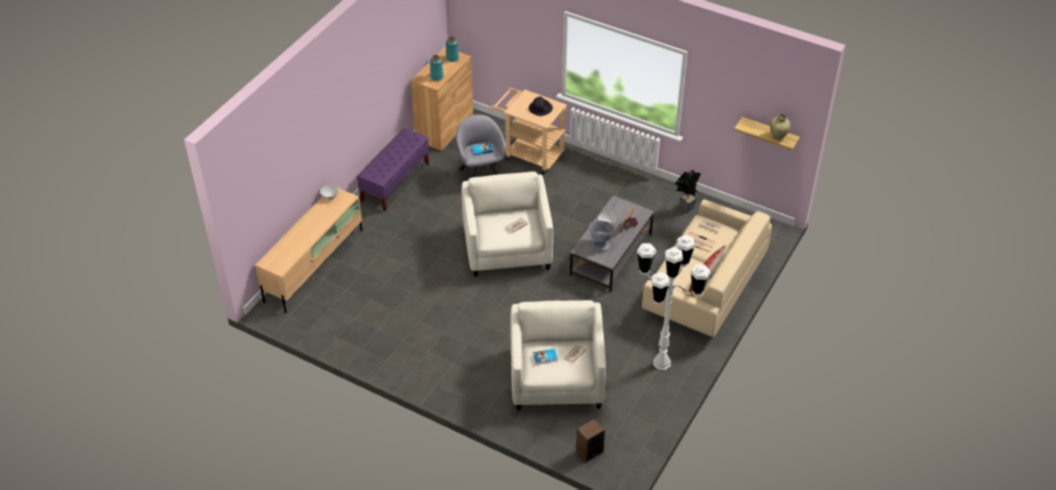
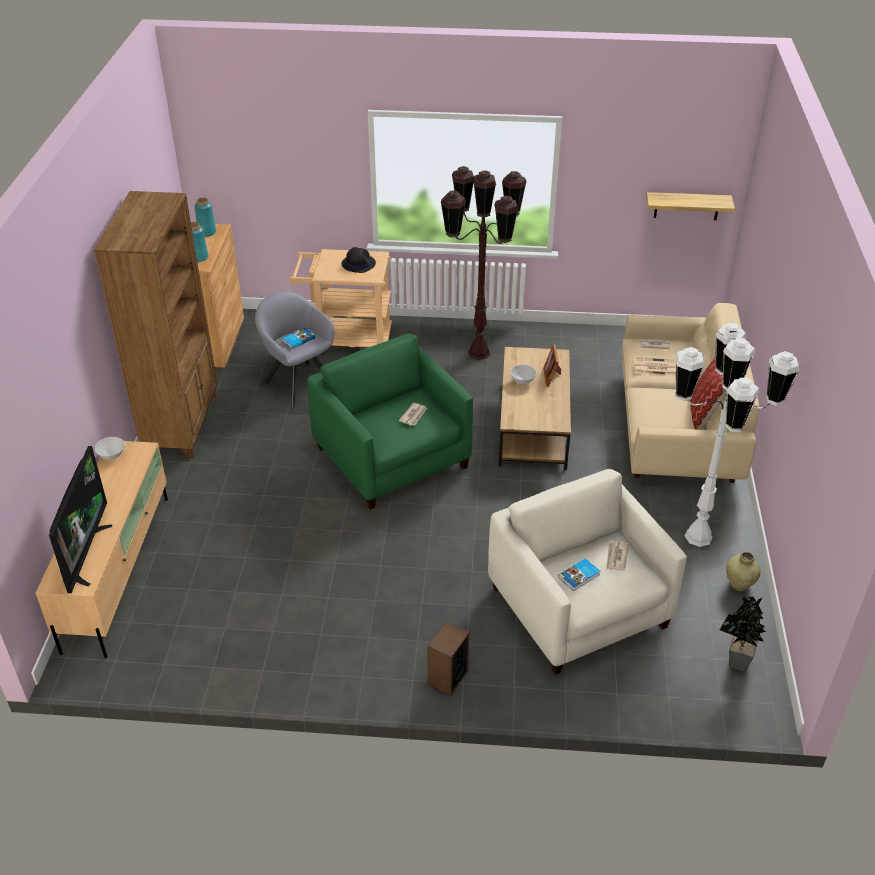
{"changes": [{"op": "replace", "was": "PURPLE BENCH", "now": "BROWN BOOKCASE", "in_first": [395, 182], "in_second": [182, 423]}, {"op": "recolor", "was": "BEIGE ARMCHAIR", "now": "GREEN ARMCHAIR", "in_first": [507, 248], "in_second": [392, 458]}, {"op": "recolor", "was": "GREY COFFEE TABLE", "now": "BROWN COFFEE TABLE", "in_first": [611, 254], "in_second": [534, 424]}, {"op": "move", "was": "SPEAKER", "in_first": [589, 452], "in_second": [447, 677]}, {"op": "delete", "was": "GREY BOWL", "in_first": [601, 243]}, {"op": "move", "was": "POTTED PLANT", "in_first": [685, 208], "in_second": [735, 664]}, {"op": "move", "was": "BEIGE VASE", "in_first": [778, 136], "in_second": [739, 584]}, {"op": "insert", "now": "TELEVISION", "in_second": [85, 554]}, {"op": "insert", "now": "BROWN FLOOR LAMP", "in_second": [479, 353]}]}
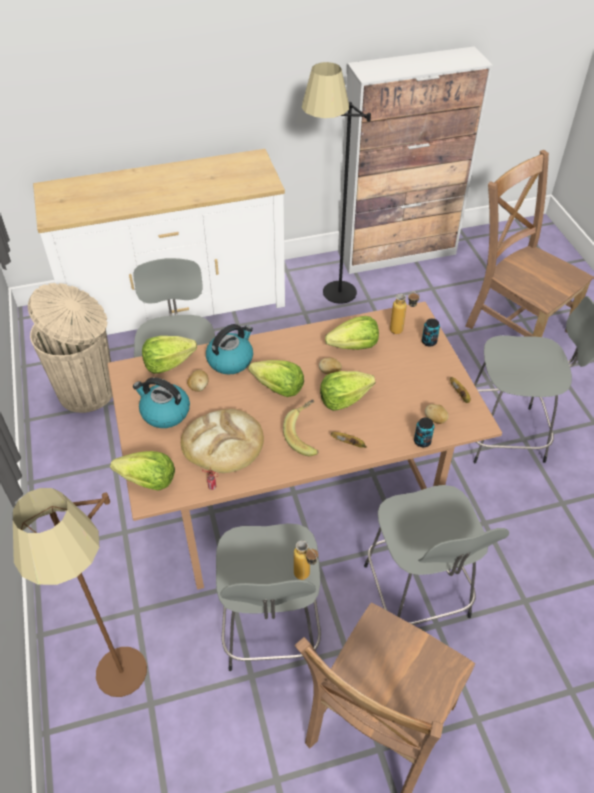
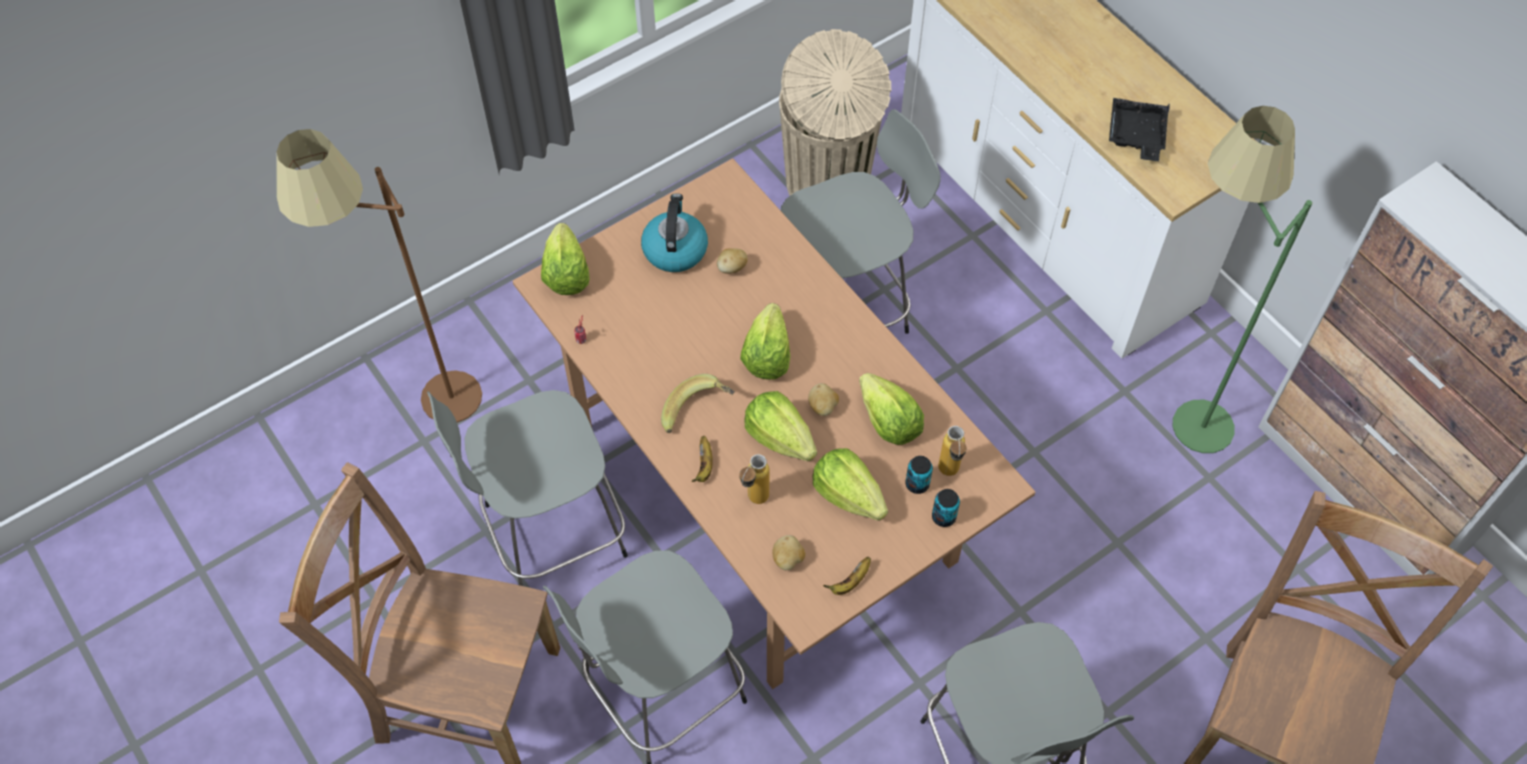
{"changes": [{"op": "move", "was": "LETTUCE", "in_first": [168, 363], "in_second": [848, 495]}, {"op": "delete", "was": "BREAD", "in_first": [223, 443]}, {"op": "delete", "was": "KETTLE", "in_first": [230, 360]}, {"op": "move", "was": "BOTTLE", "in_first": [306, 578], "in_second": [753, 502]}, {"op": "recolor", "was": "BLACK FLOOR LAMP", "now": "GREEN FLOOR LAMP", "in_first": [329, 300], "in_second": [1175, 417]}, {"op": "move", "was": "CAN", "in_first": [422, 441], "in_second": [917, 484]}, {"op": "insert", "now": "BLACK TRAY", "in_second": [1136, 136]}]}
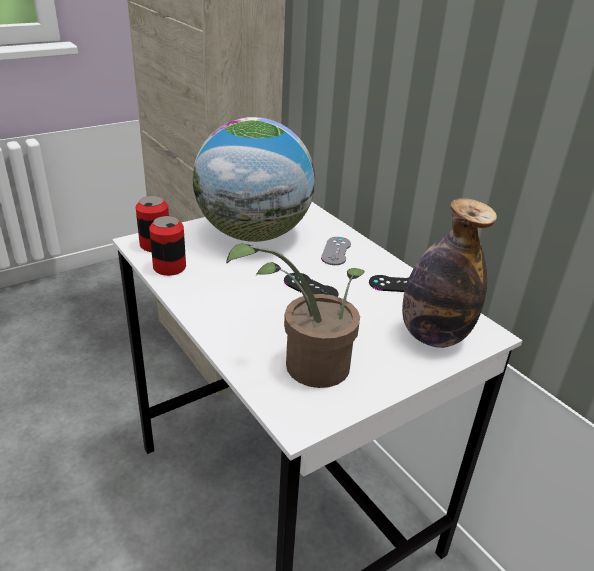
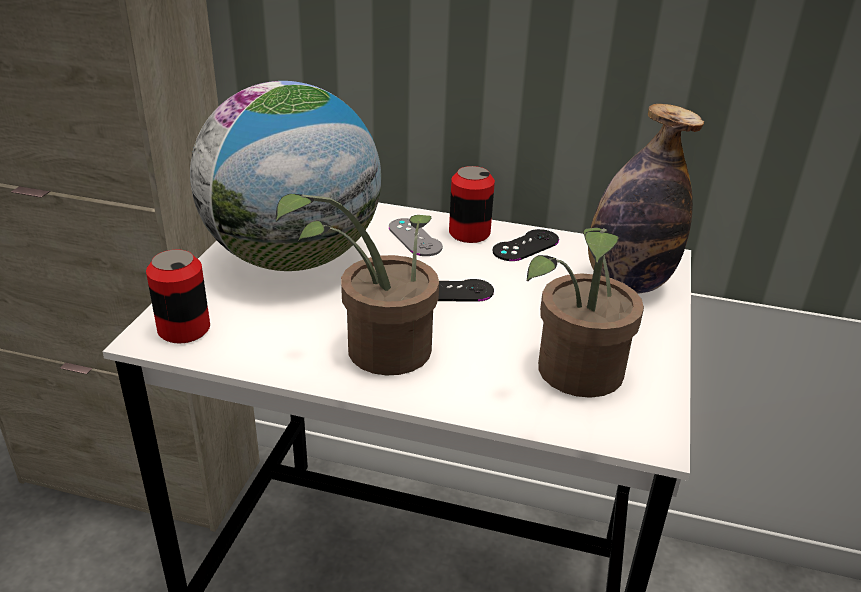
{"changes": [{"op": "move", "was": "CAN", "in_first": [169, 267], "in_second": [469, 233]}, {"op": "insert", "now": "POTTED PLANT", "in_second": [377, 354]}]}
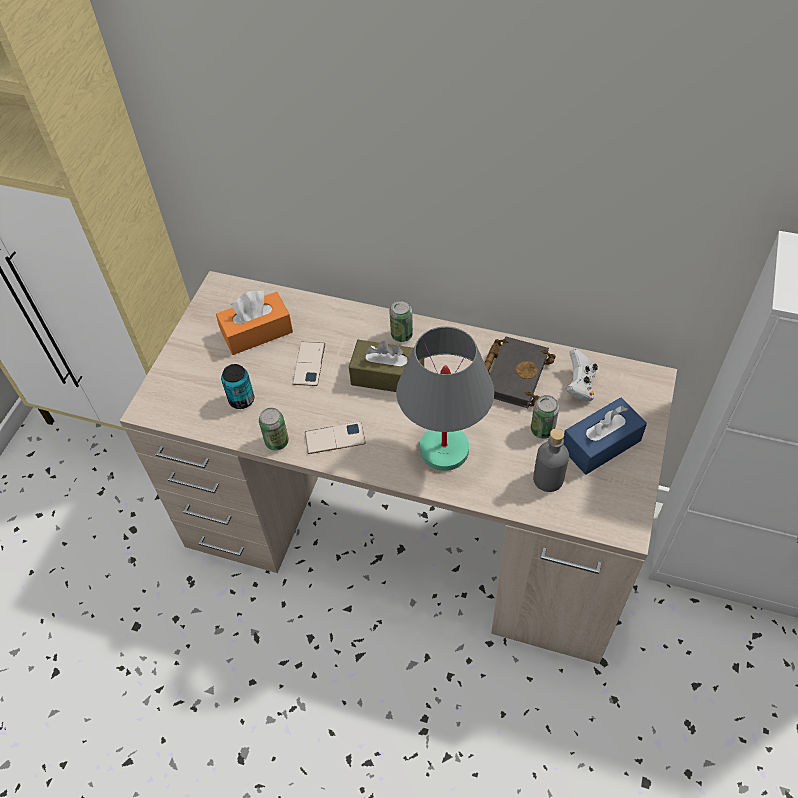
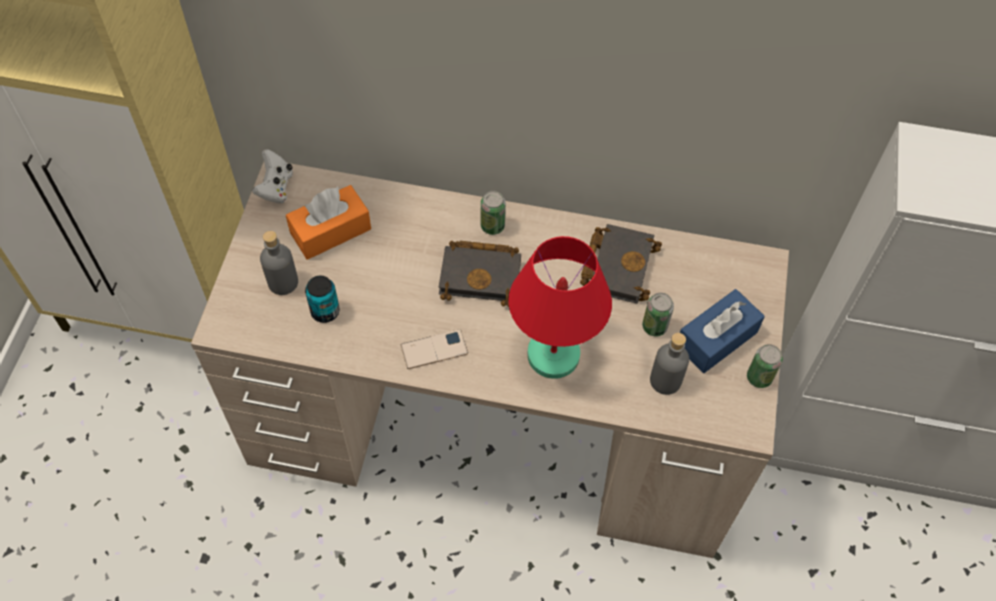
{"changes": [{"op": "move", "was": "CAN", "in_first": [277, 442], "in_second": [759, 377]}, {"op": "delete", "was": "PHONE", "in_first": [309, 364]}, {"op": "replace", "was": "BROWN TISSUE BOX", "now": "BLACK BOOK", "in_first": [387, 376], "in_second": [482, 275]}, {"op": "recolor", "was": "GREY TABLE LAMP", "now": "RED TABLE LAMP", "in_first": [445, 450], "in_second": [554, 355]}, {"op": "move", "was": "WHITE GAME CONTROLLER", "in_first": [579, 386], "in_second": [276, 188]}, {"op": "insert", "now": "GREY BOTTLE", "in_second": [283, 282]}]}
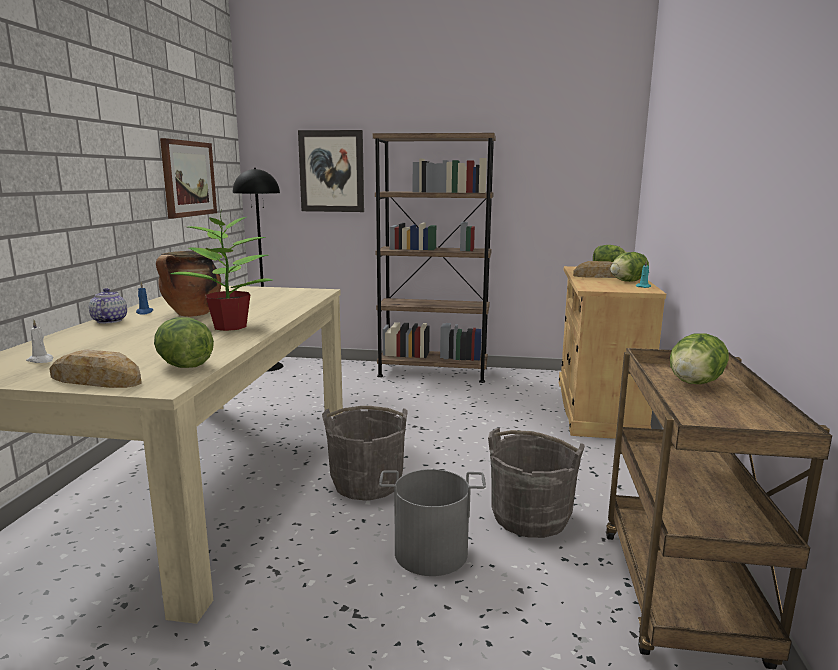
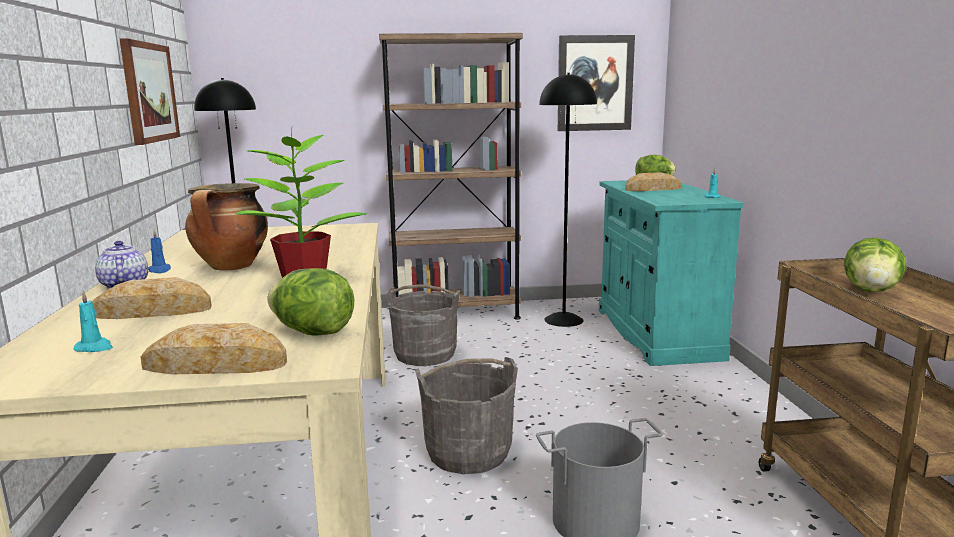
{"changes": [{"op": "recolor", "was": "WHITE CANDLE", "now": "TURQUOISE CANDLE", "in_first": [41, 360], "in_second": [94, 348]}, {"op": "move", "was": "PICTURE", "in_first": [331, 171], "in_second": [595, 83]}, {"op": "move", "was": "GREY BUCKET", "in_first": [530, 517], "in_second": [425, 355]}, {"op": "recolor", "was": "BEIGE CABINET", "now": "TURQUOISE CABINET", "in_first": [597, 408], "in_second": [656, 333]}, {"op": "delete", "was": "LETTUCE", "in_first": [627, 281]}, {"op": "insert", "now": "BREAD", "in_second": [152, 311]}, {"op": "insert", "now": "BLACK FLOOR LAMP", "in_second": [564, 320]}]}
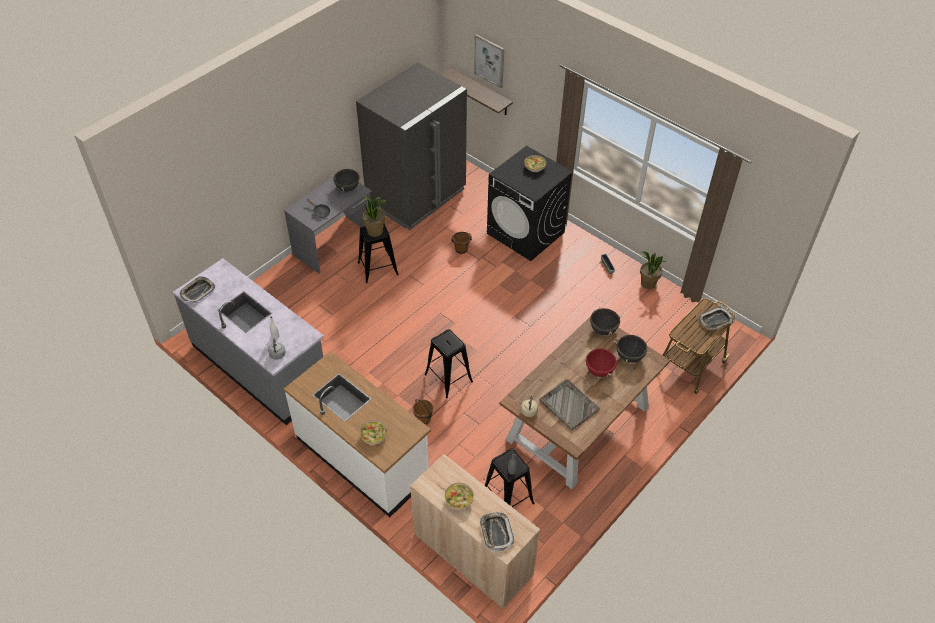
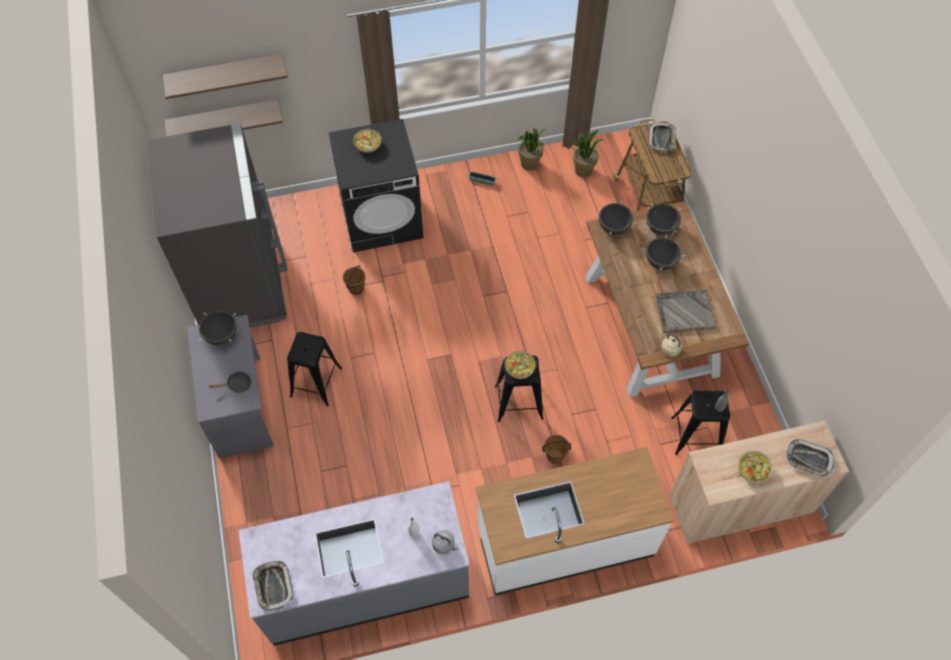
{"changes": [{"op": "move", "was": "BOWL", "in_first": [374, 435], "in_second": [519, 368]}, {"op": "move", "was": "POTTED PLANT", "in_first": [375, 231], "in_second": [583, 170]}, {"op": "replace", "was": "PICTURE", "now": "SHELF", "in_first": [489, 60], "in_second": [226, 74]}, {"op": "recolor", "was": "RED COOKING POT", "now": "BLACK COOKING POT", "in_first": [599, 370], "in_second": [660, 262]}]}
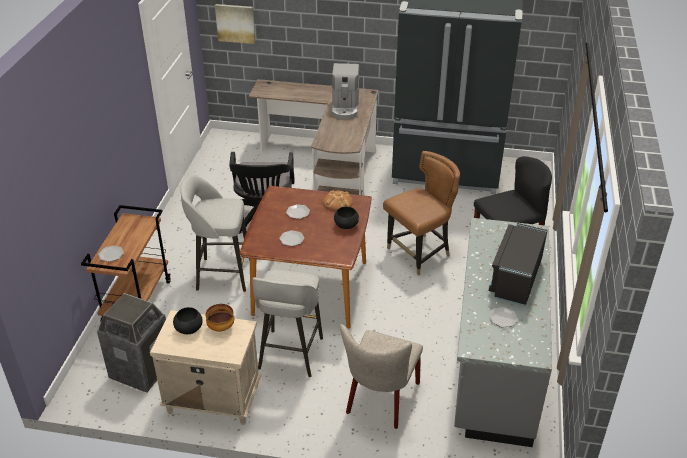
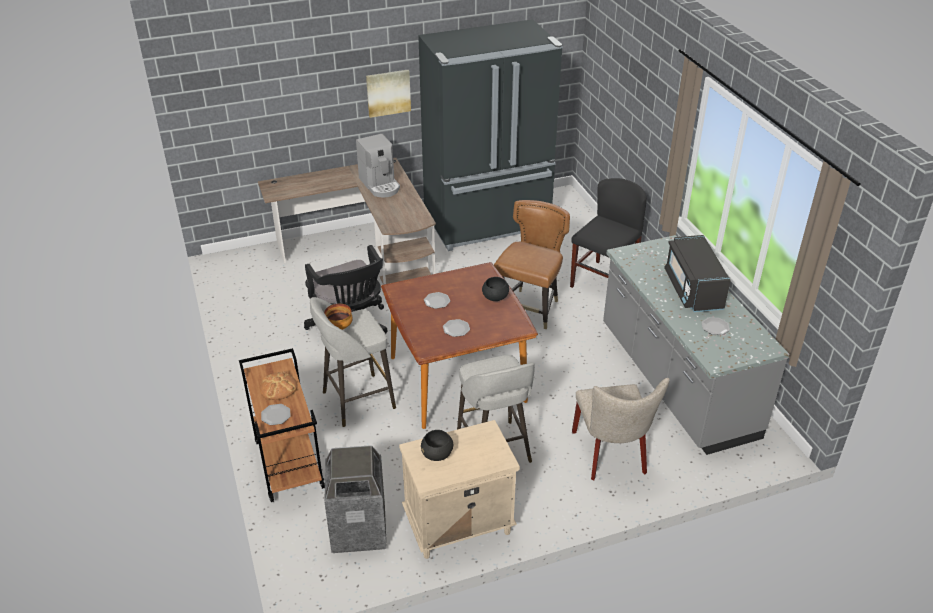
{"changes": [{"op": "move", "was": "BOWL", "in_first": [221, 328], "in_second": [339, 327]}, {"op": "move", "was": "PICTURE", "in_first": [235, 23], "in_second": [388, 92]}, {"op": "move", "was": "BREAD", "in_first": [337, 202], "in_second": [278, 387]}]}
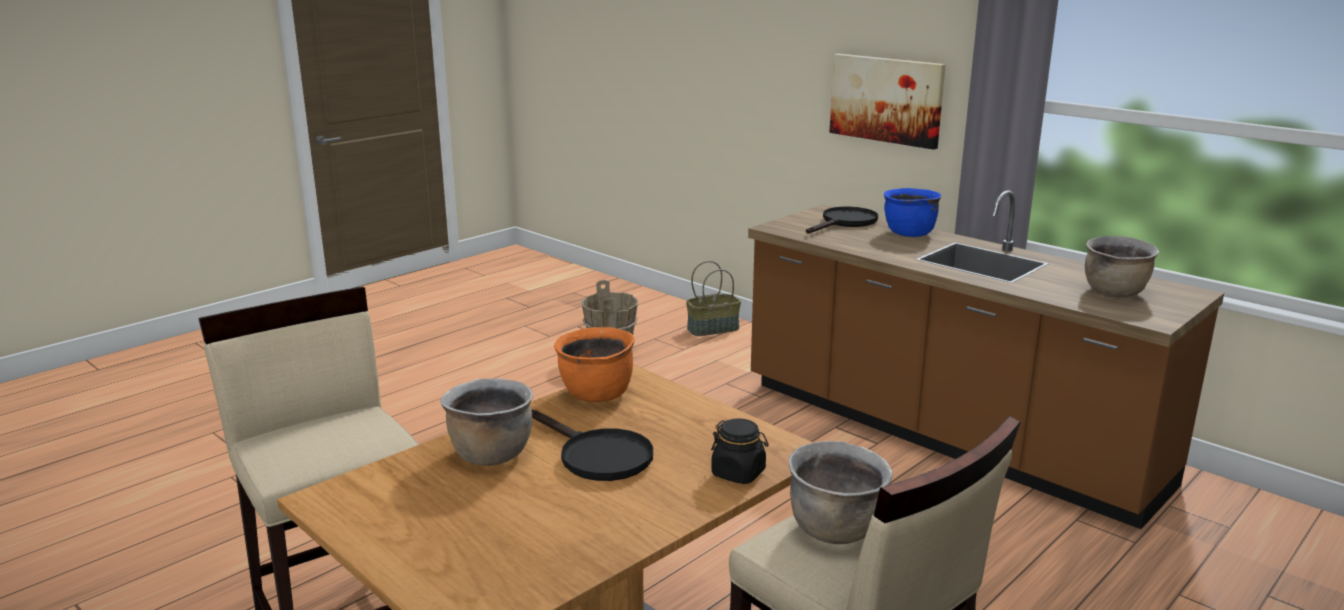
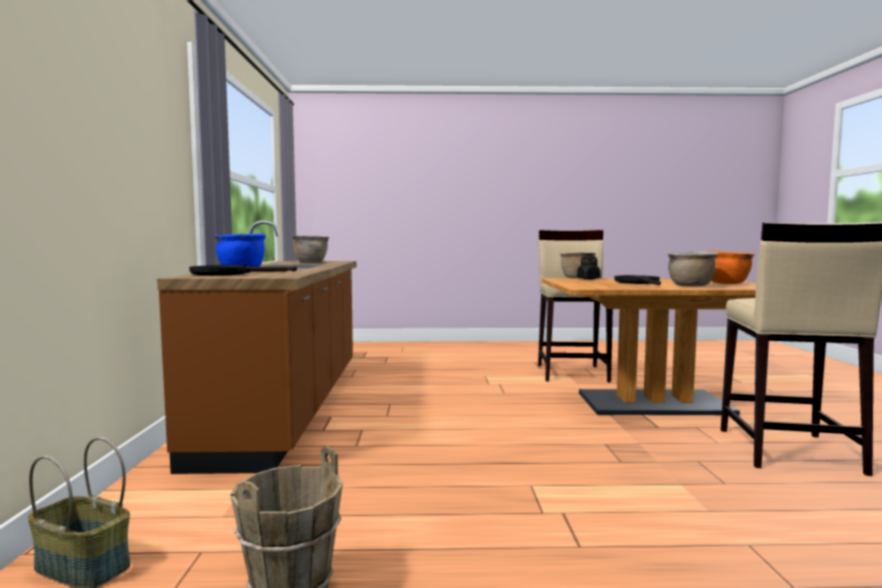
{"changes": [{"op": "move", "was": "ORANGE COOKING POT", "in_first": [596, 395], "in_second": [727, 283]}, {"op": "delete", "was": "PICTURE", "in_first": [886, 99]}]}
